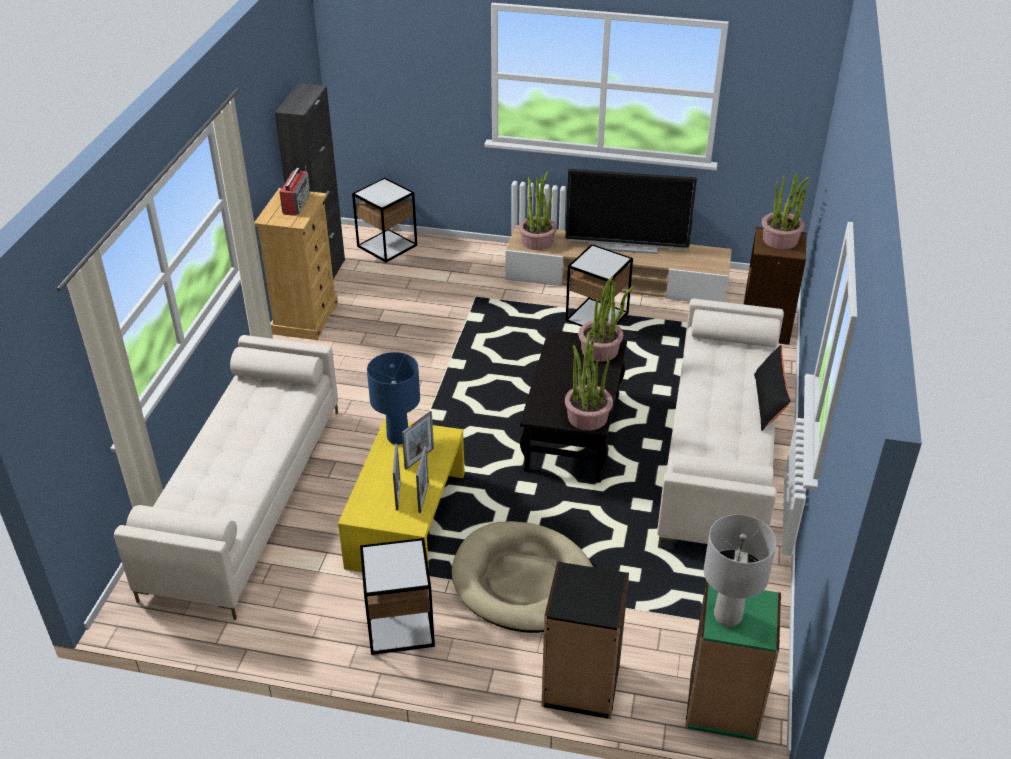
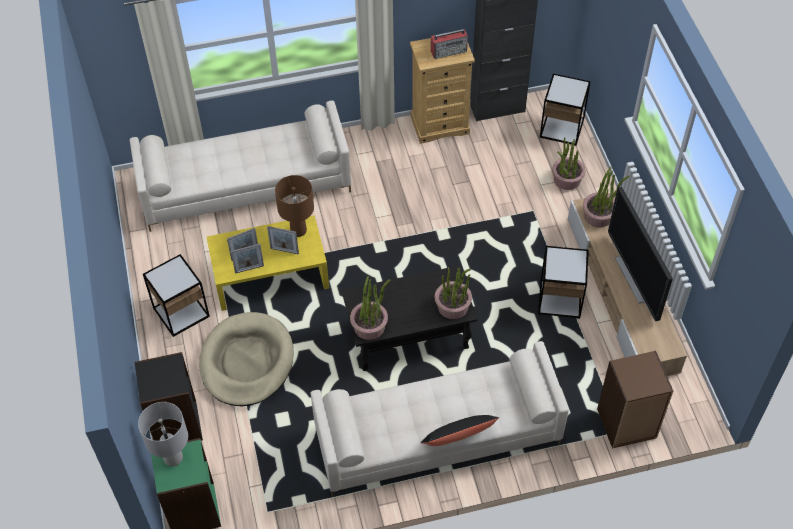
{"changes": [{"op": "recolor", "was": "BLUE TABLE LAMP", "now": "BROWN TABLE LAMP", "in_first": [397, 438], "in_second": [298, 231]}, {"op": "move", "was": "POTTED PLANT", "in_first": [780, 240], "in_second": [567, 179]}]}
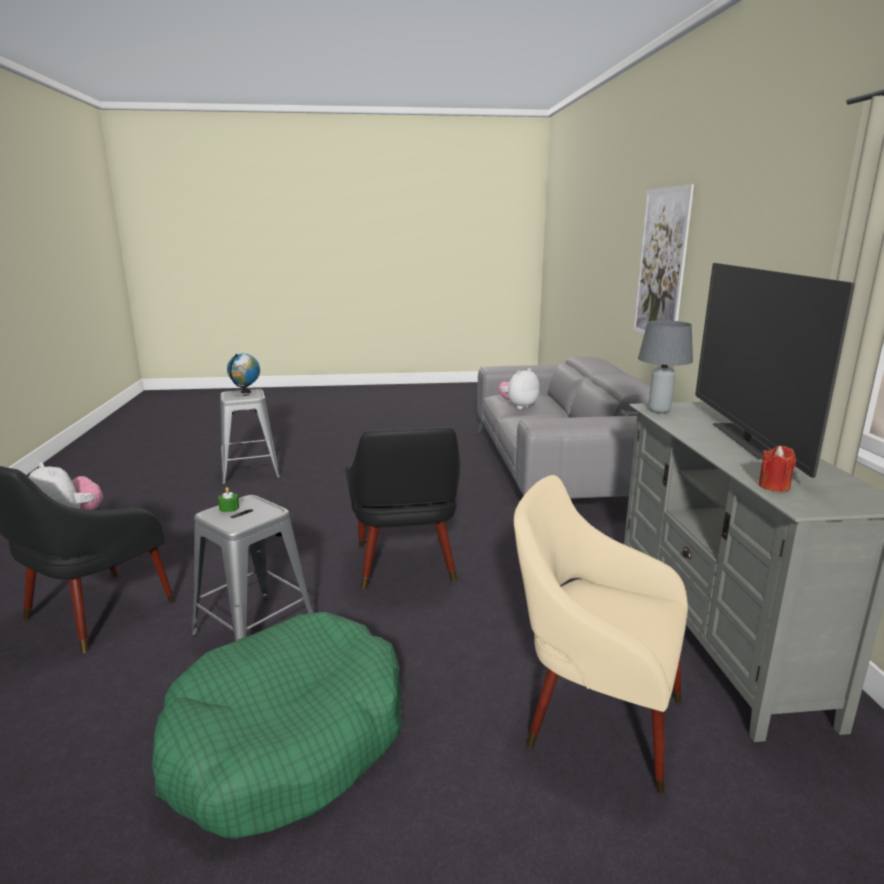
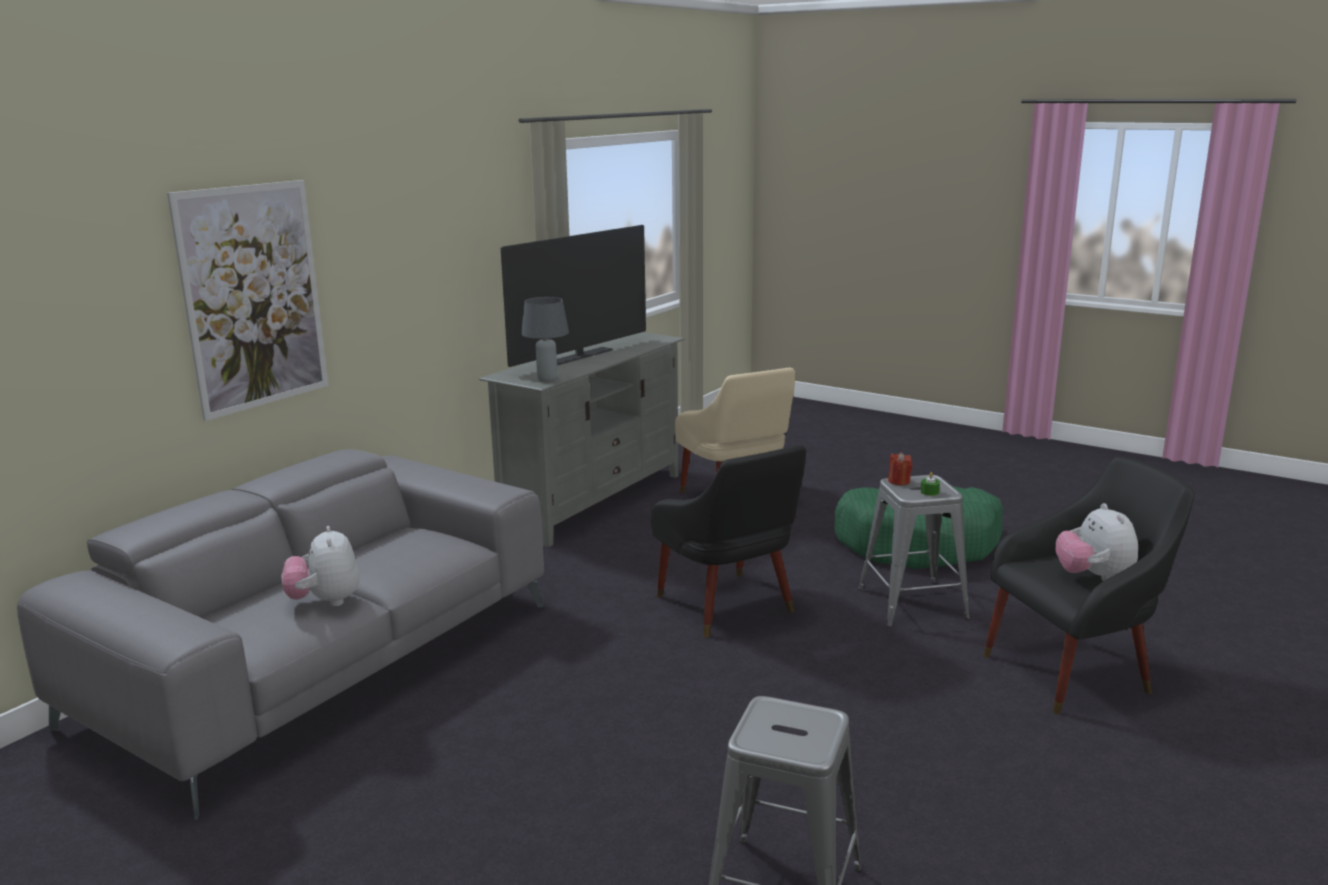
{"changes": [{"op": "delete", "was": "GLOBE", "in_first": [246, 392]}, {"op": "rotate", "was": "BLACK ARMCHAIR", "in_first": [405, 567], "in_second": [729, 608], "clockwise": 120}, {"op": "rotate", "was": "PLUSH TOY", "in_first": [518, 406], "in_second": [325, 601], "clockwise": 75}, {"op": "move", "was": "RED CANDLE", "in_first": [773, 486], "in_second": [899, 481]}]}
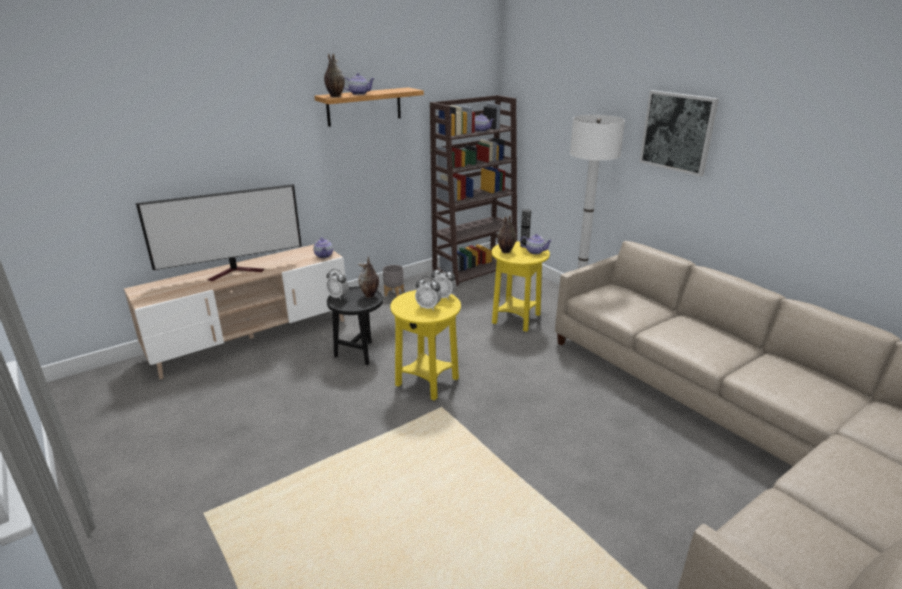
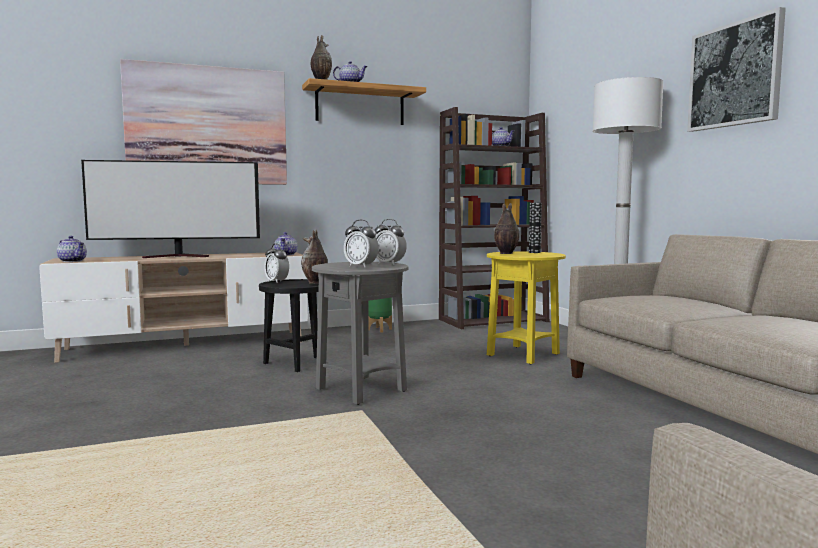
{"changes": [{"op": "recolor", "was": "GREY PLANTER", "now": "GREEN PLANTER", "in_first": [394, 293], "in_second": [379, 329]}, {"op": "recolor", "was": "YELLOW SIDE TABLE", "now": "GREY SIDE TABLE", "in_first": [427, 382], "in_second": [361, 390]}, {"op": "move", "was": "TEAPOT", "in_first": [535, 251], "in_second": [73, 261]}, {"op": "insert", "now": "PICTURE", "in_second": [208, 125]}]}
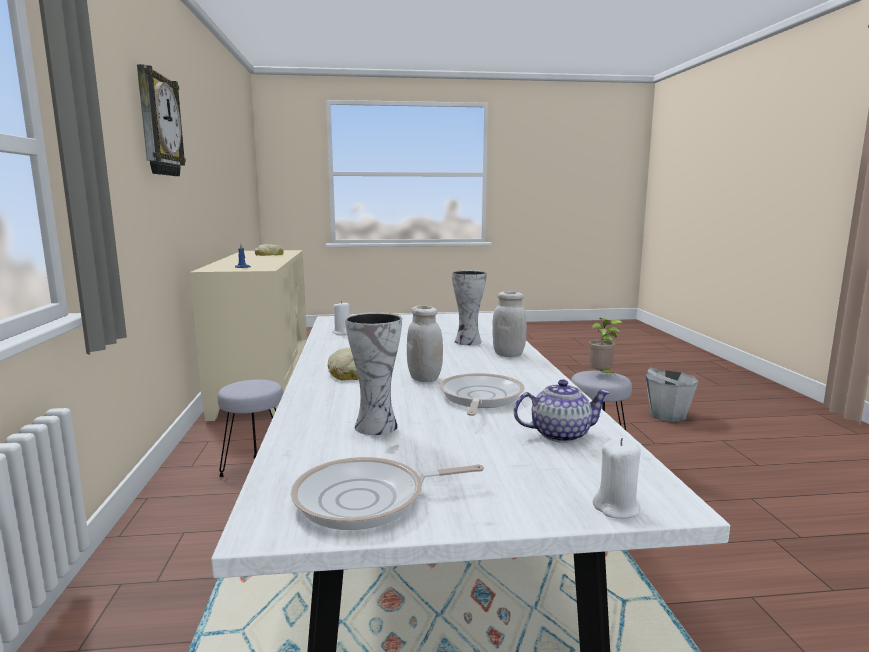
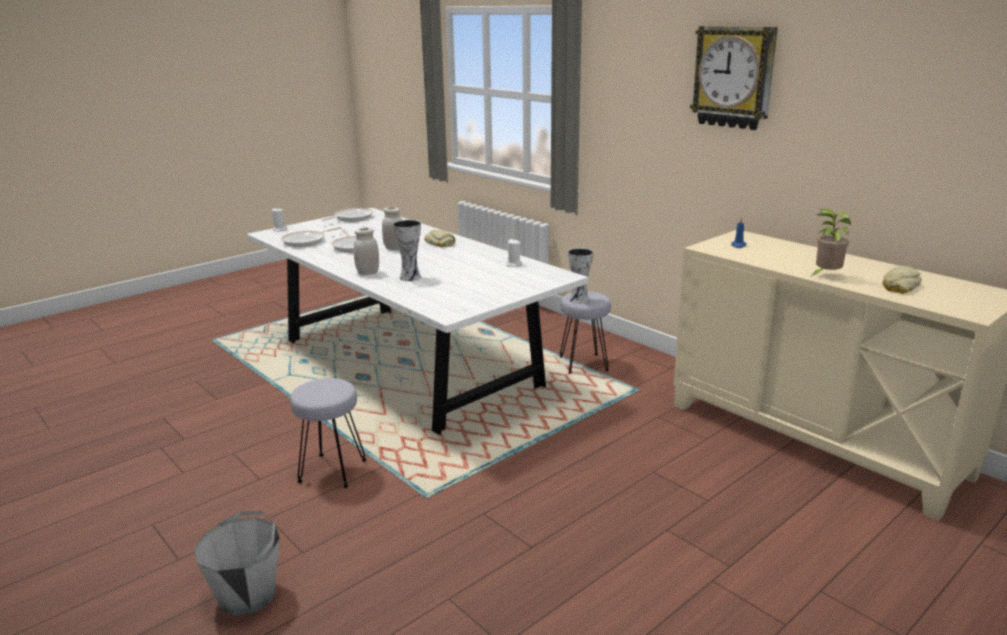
{"changes": [{"op": "move", "was": "VASE", "in_first": [375, 425], "in_second": [580, 300]}, {"op": "replace", "was": "TEAPOT", "now": "FRYING PAN", "in_first": [559, 434], "in_second": [306, 241]}, {"op": "move", "was": "POTTED PLANT", "in_first": [601, 375], "in_second": [825, 275]}]}
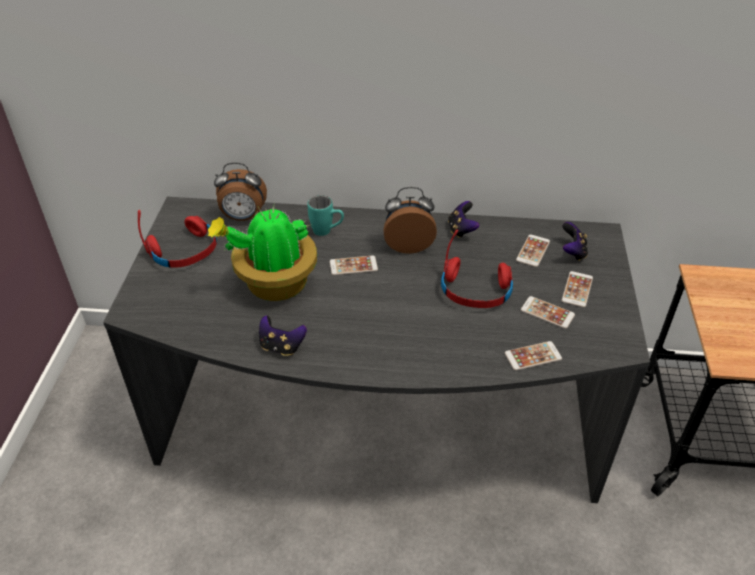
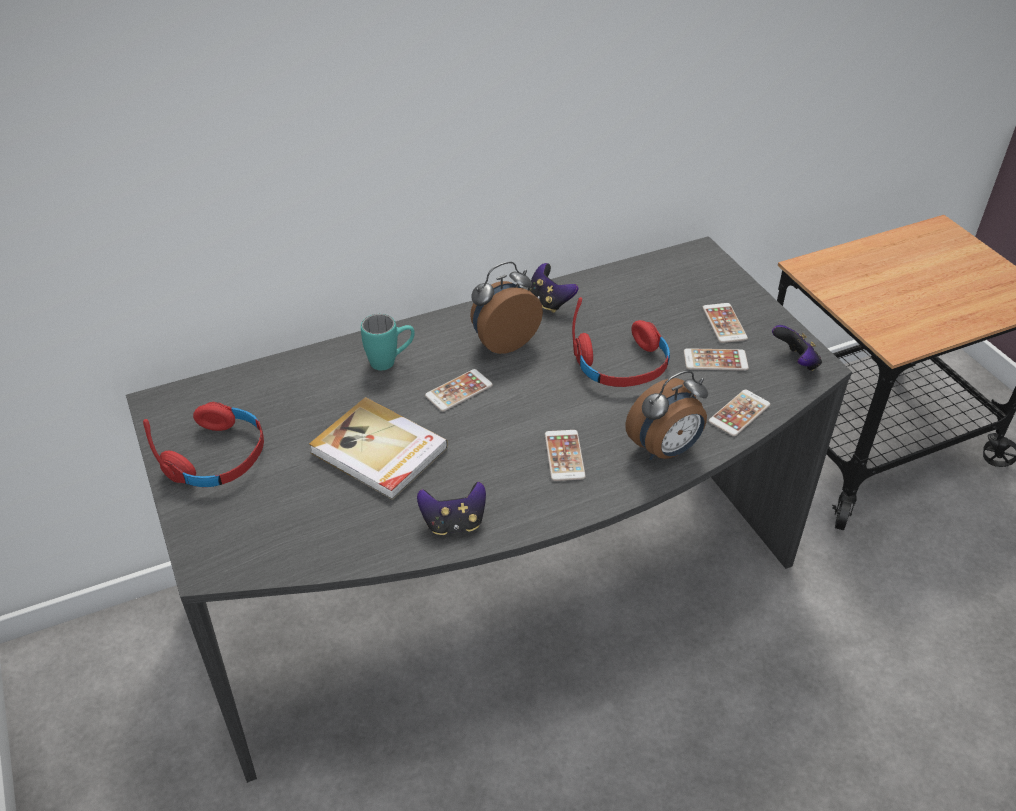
{"changes": [{"op": "replace", "was": "POTTED PLANT", "now": "BOOK", "in_first": [274, 284], "in_second": [379, 452]}, {"op": "move", "was": "ALARM CLOCK", "in_first": [243, 217], "in_second": [665, 450]}, {"op": "move", "was": "PHONE", "in_first": [533, 251], "in_second": [564, 456]}, {"op": "move", "was": "GAME CONTROLLER", "in_first": [572, 252], "in_second": [795, 362]}]}
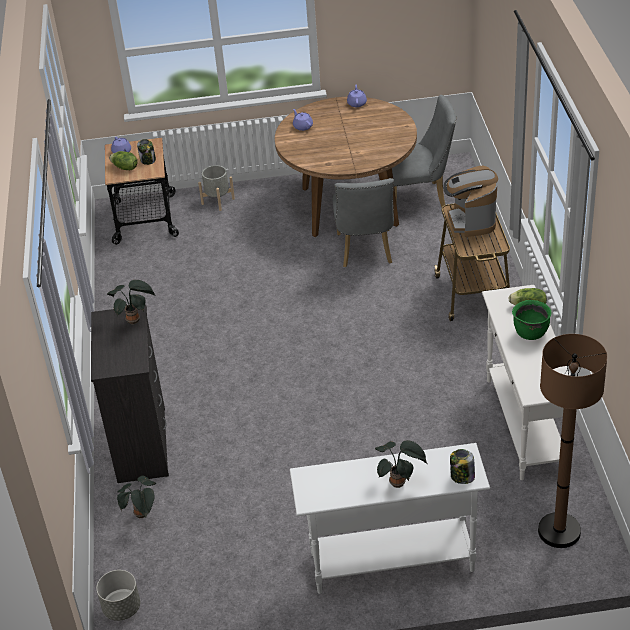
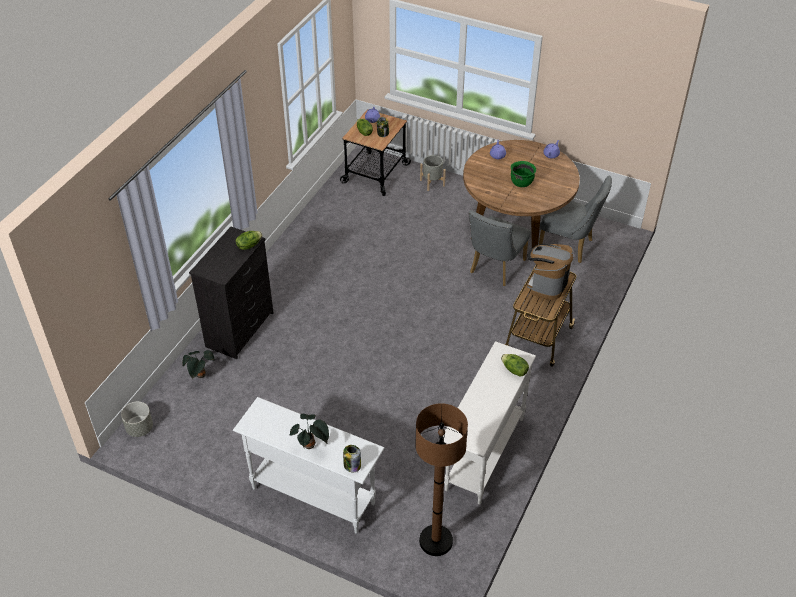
{"changes": [{"op": "replace", "was": "POTTED PLANT", "now": "LETTUCE", "in_first": [135, 320], "in_second": [249, 245]}, {"op": "move", "was": "GREEN COOKING POT", "in_first": [530, 332], "in_second": [521, 183]}]}
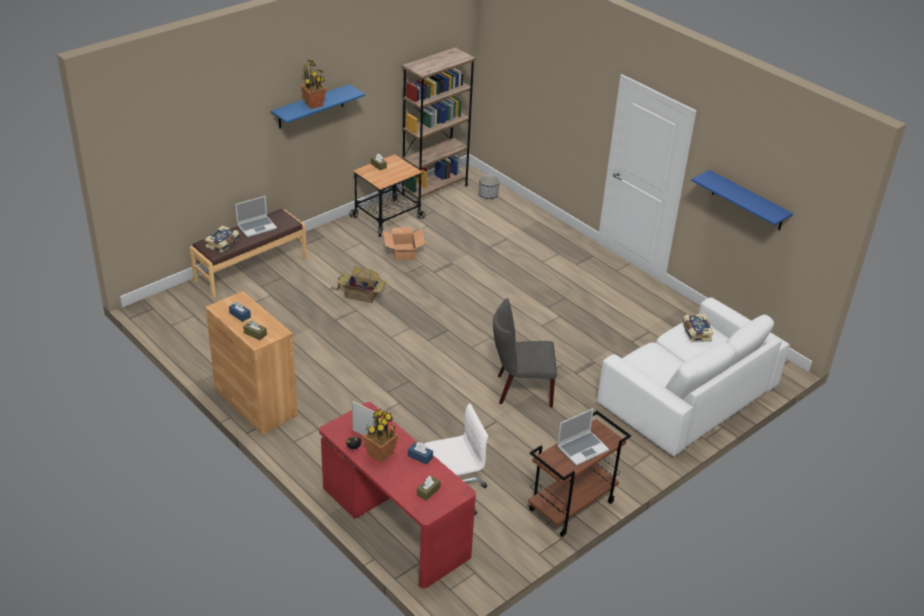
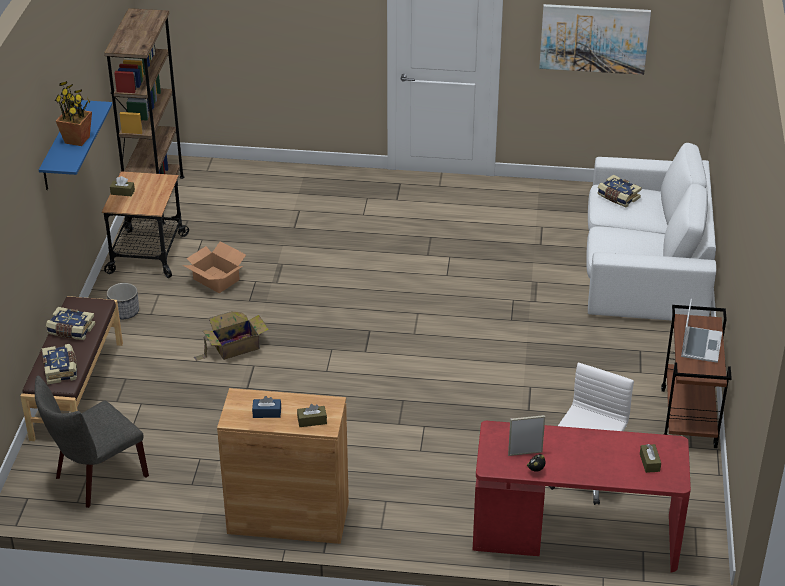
{"changes": [{"op": "replace", "was": "LAPTOP", "now": "BOOK", "in_first": [257, 227], "in_second": [71, 330]}, {"op": "delete", "was": "POTTED PLANT", "in_first": [380, 454]}, {"op": "delete", "was": "BLUE TISSUE BOX", "in_first": [420, 457]}, {"op": "move", "was": "PLANTER", "in_first": [488, 195], "in_second": [124, 312]}, {"op": "move", "was": "GREY CHAIR", "in_first": [520, 390], "in_second": [96, 478]}, {"op": "replace", "was": "BLUE SHELF", "now": "PICTURE", "in_first": [747, 201], "in_second": [594, 38]}]}
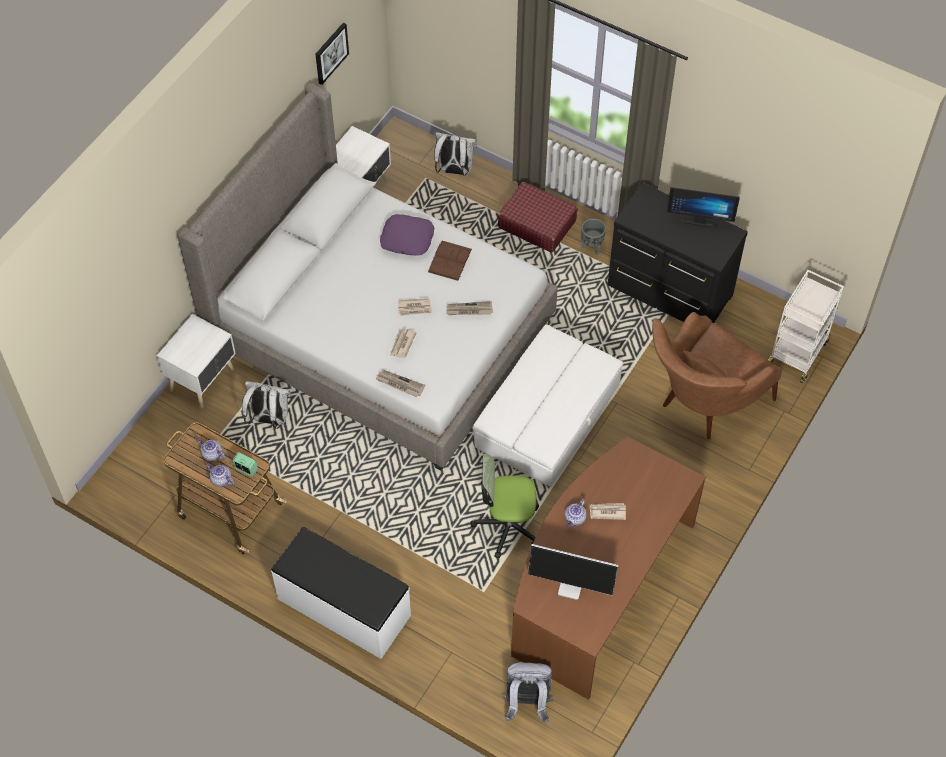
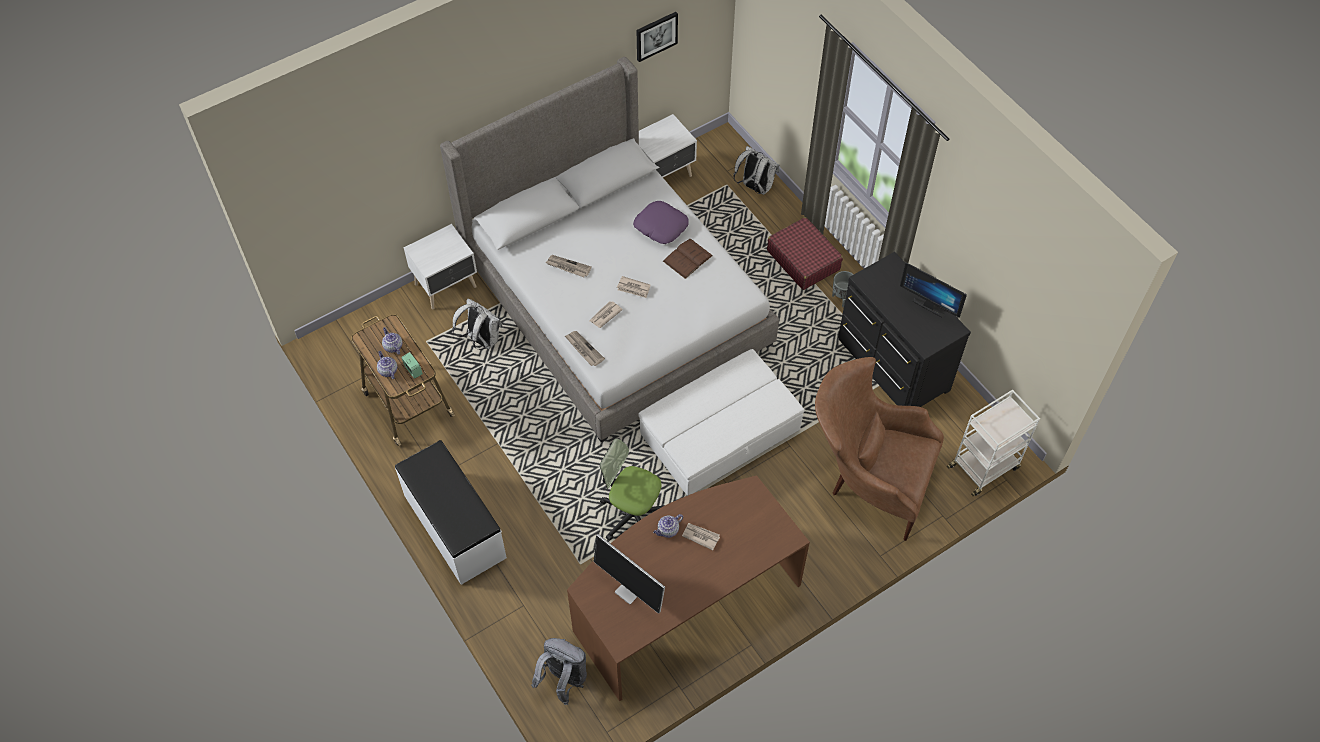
{"changes": [{"op": "move", "was": "NEWSPAPER", "in_first": [469, 310], "in_second": [568, 267]}, {"op": "rotate", "was": "BROWN ARMCHAIR", "in_first": [702, 405], "in_second": [867, 479], "clockwise": 45}]}
